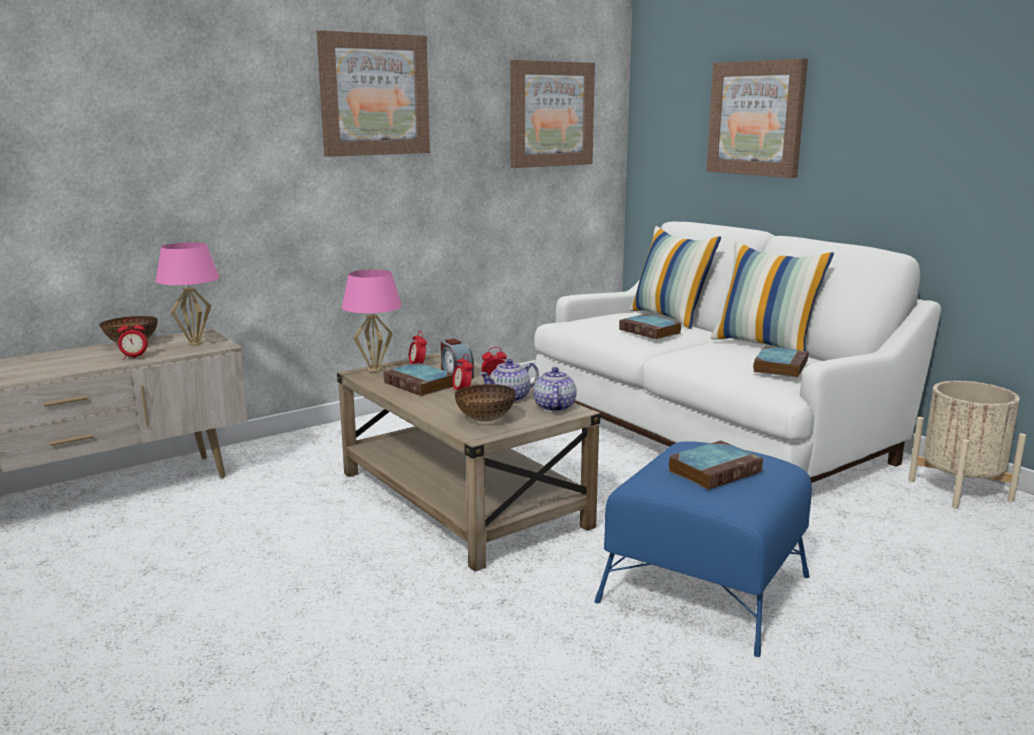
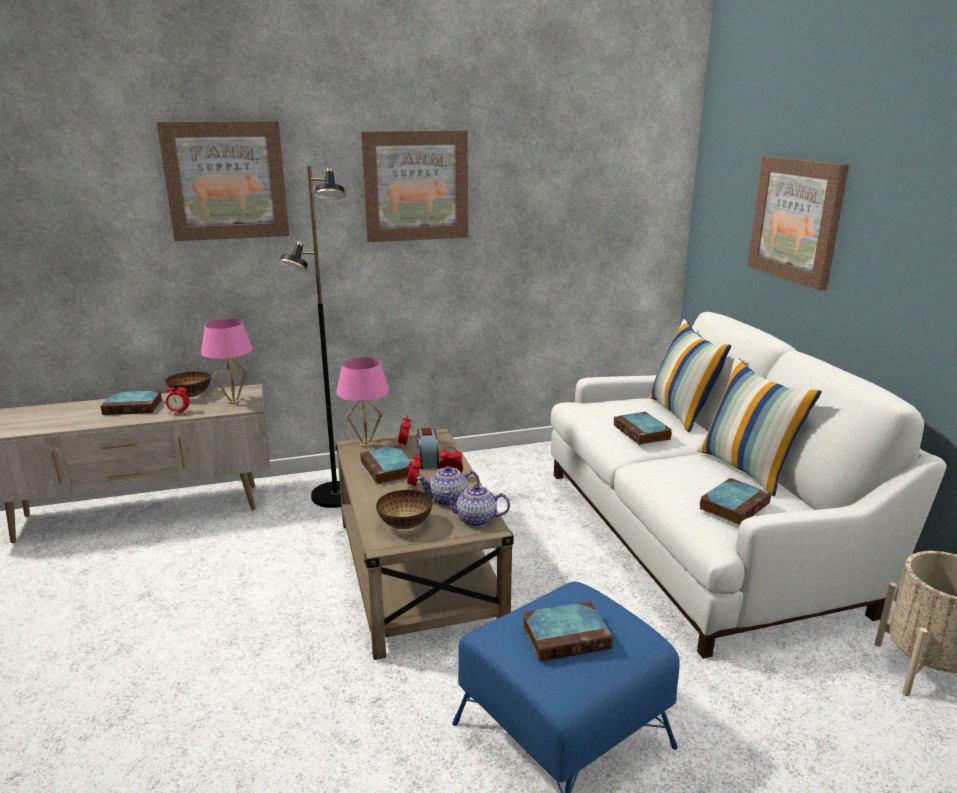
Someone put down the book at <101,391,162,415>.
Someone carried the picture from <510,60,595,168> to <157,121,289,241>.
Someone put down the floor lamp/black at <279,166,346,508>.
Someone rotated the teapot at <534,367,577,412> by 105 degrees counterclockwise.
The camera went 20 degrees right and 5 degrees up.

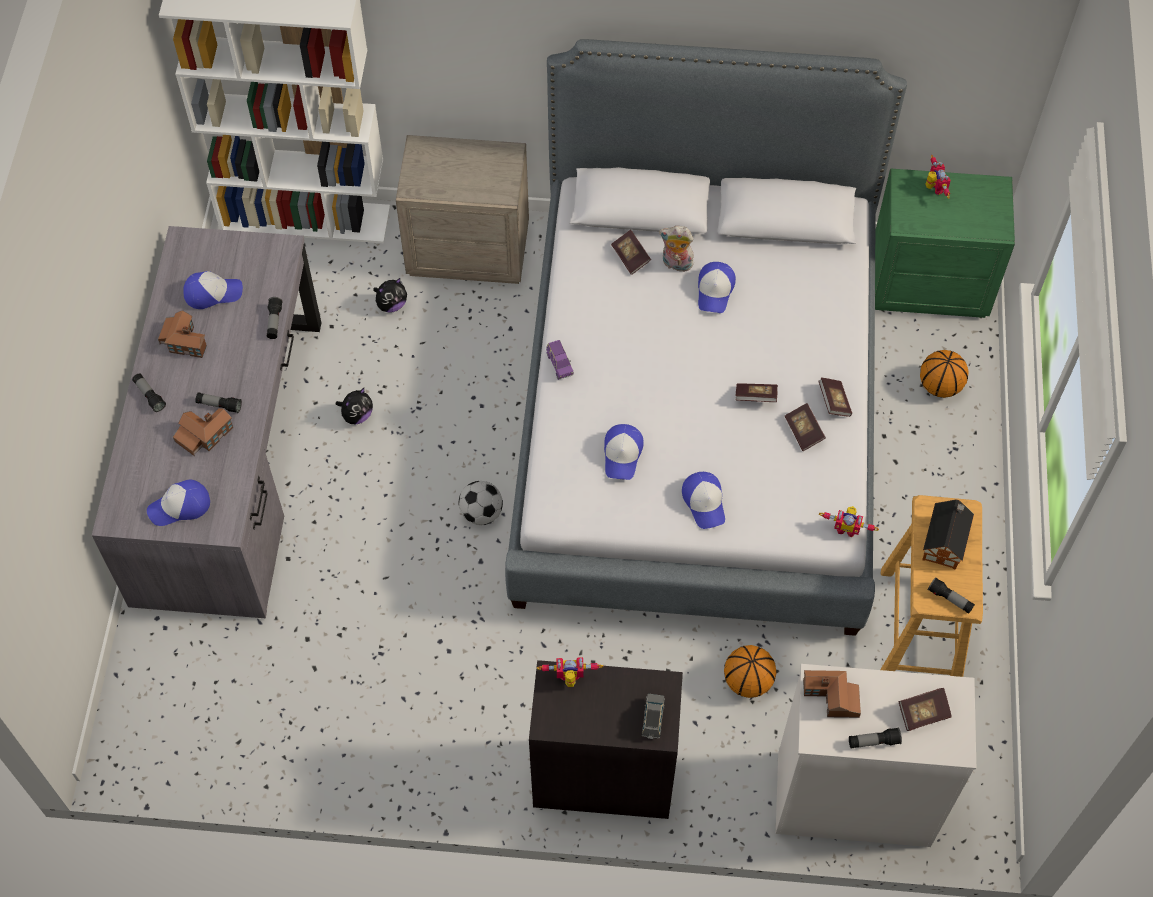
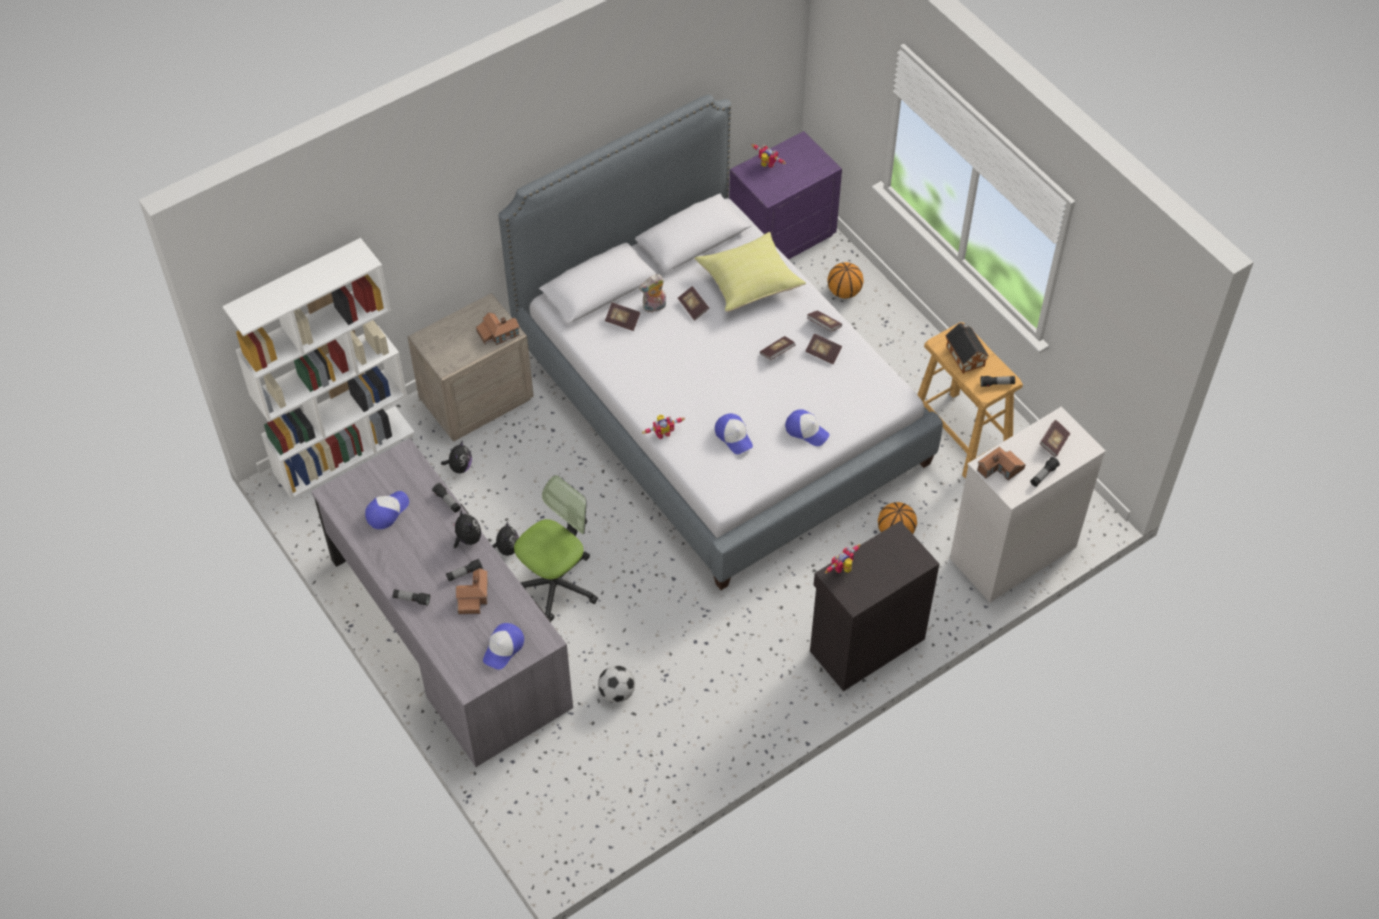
Someone put down the plush toy at <452,510,481,548>.
Someone carried the toy house from <158,310,207,358> to <476,312,520,345>.
Someone put down the office chair at <514,475,598,621>.
Someone carried the football from <459,481,503,525> to <598,665,635,703>.
Someone carried the toy robot from <819,506,879,537> to <642,415,685,439>.
Someone swapped the cap at <698,262,736,313> for the book at <678,286,709,321>.
Someone put down the pillow/yellow at <695,232,806,312>.
Someone repainted the nightstand/green at <875,168,1015,318>, which became the nightstand/purple at <729,131,842,260>.
Someone took away the toy car/purple at <546,340,574,380>.
Someone took away the toy car/grey at <642,694,665,739>.
The camera went 40 degrees left and 5 degrees down.

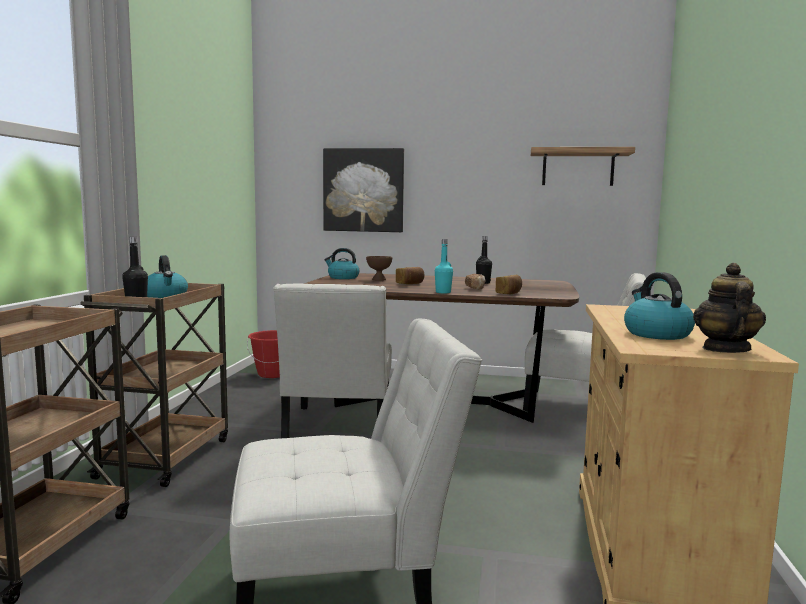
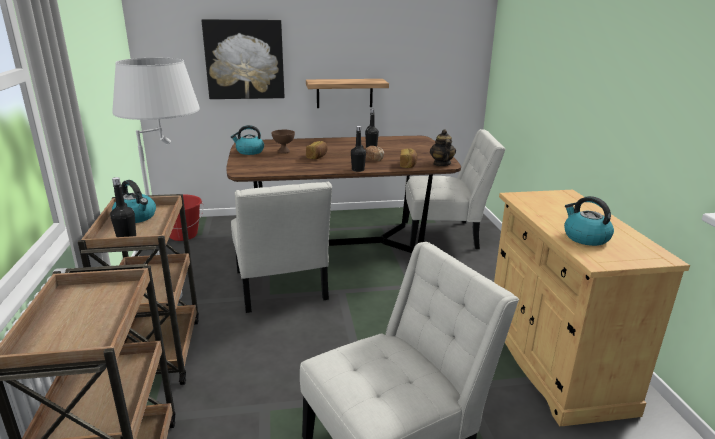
Someone put down the floor lamp/white at <112,58,200,299>.
Someone carried the shelf from <531,147,635,186> to <306,79,389,108>.
Someone repainted the bottle/turquoise at <435,239,453,293>, which became the bottle/black at <351,126,366,172>.
Someone carried the teapot from <693,263,766,353> to <430,129,456,166>.
The camera went 20 degrees left and 15 degrees up.

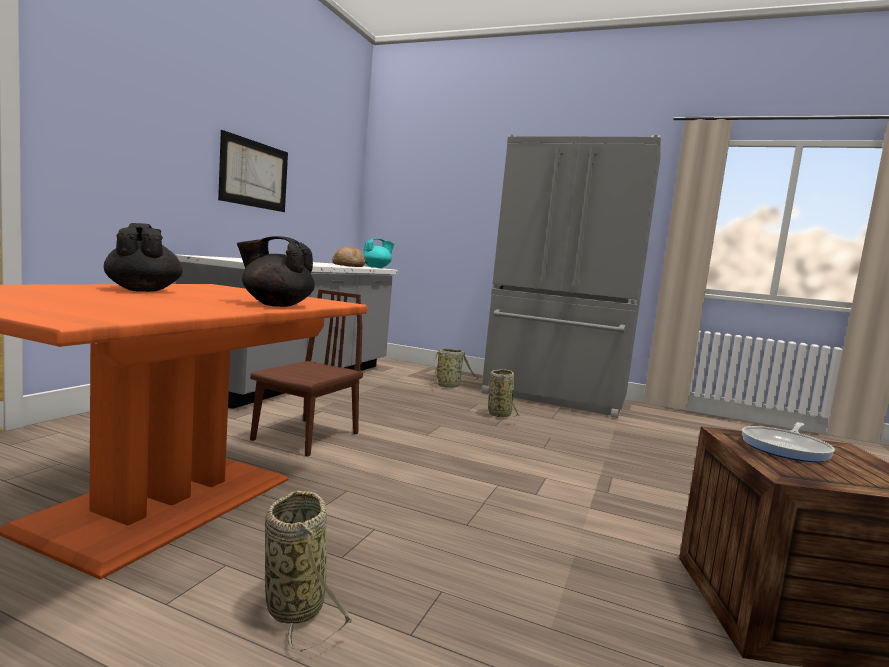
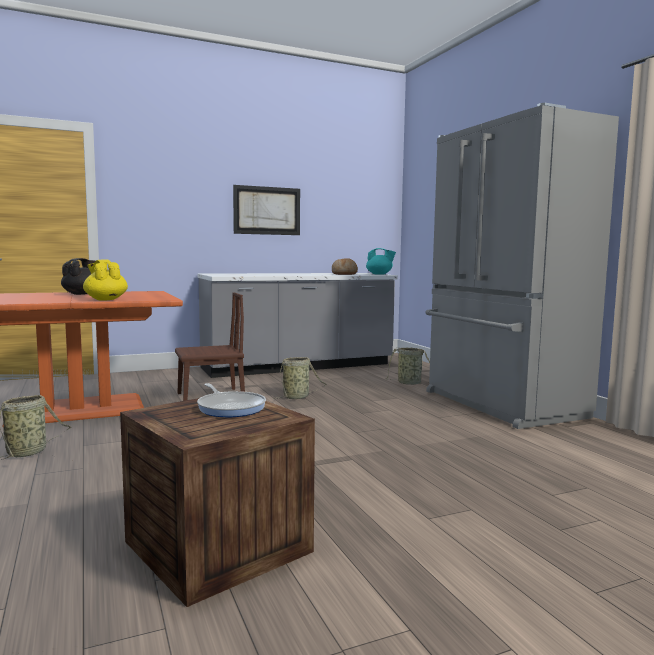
Someone repainted the teapot/black at <237,236,315,307>, which became the teapot/yellow at <83,260,128,301>.
Someone rotated the frying pan at <742,422,835,462> by 120 degrees counterclockwise.
Someone carried the basket from <488,369,520,420> to <273,357,327,399>.
The camera went 45 degrees right and 0 degrees up.

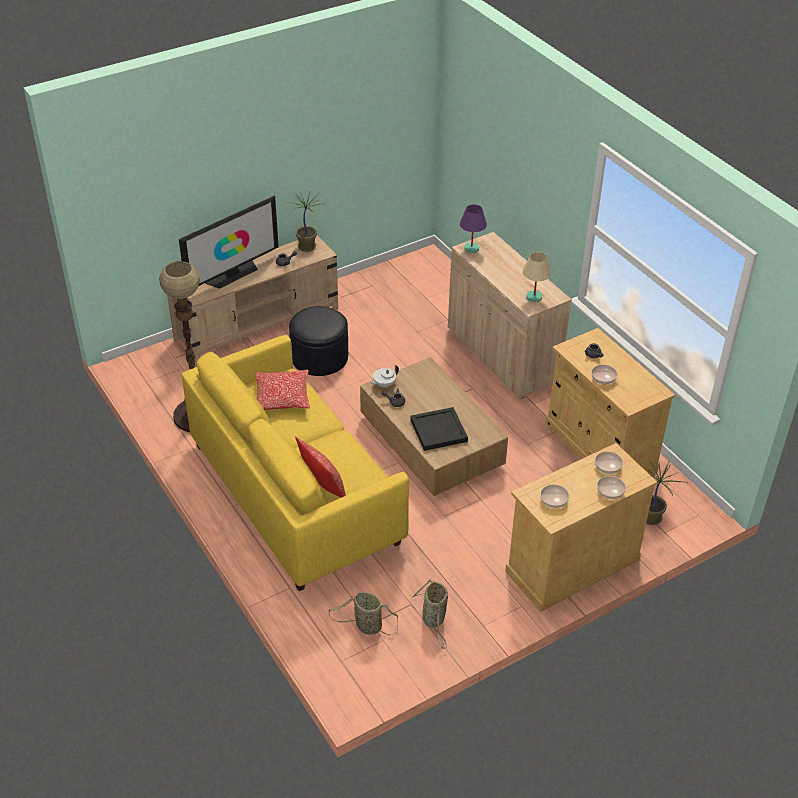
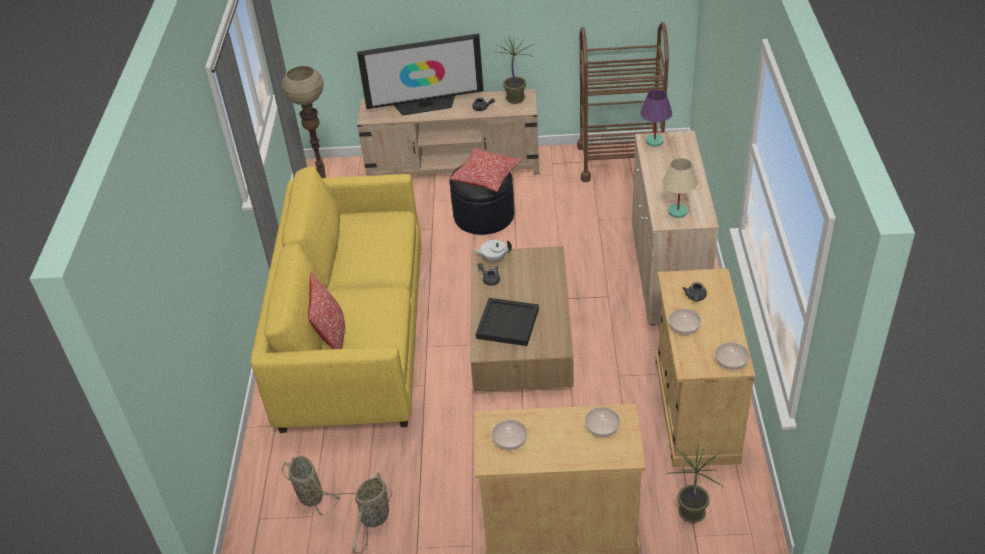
Someone carried the pillow from <255,370,310,410> to <449,148,522,192>.
Someone put down the cart/brown at <577,22,669,182>.
Someone carried the bowl from <597,476,626,499> to <715,342,749,370>.
The camera went 35 degrees right and 0 degrees up.

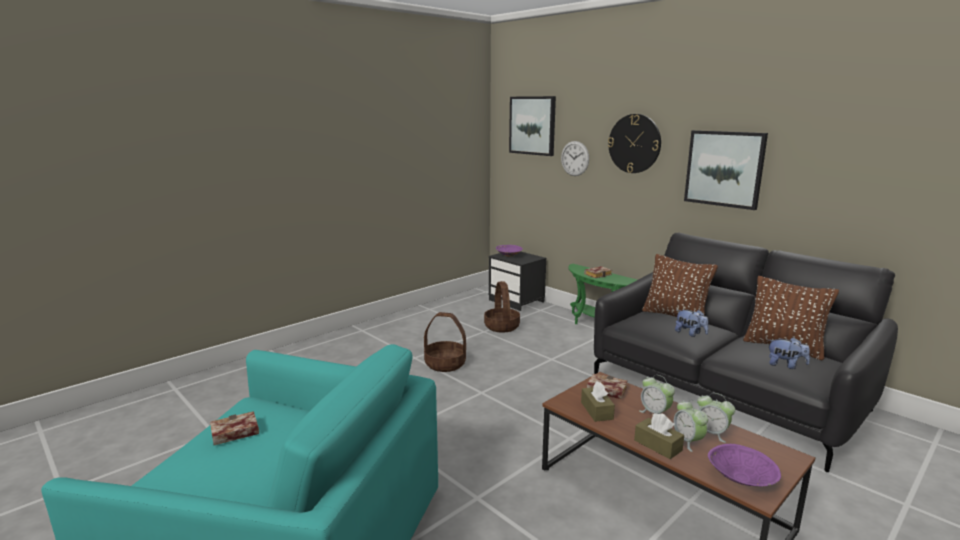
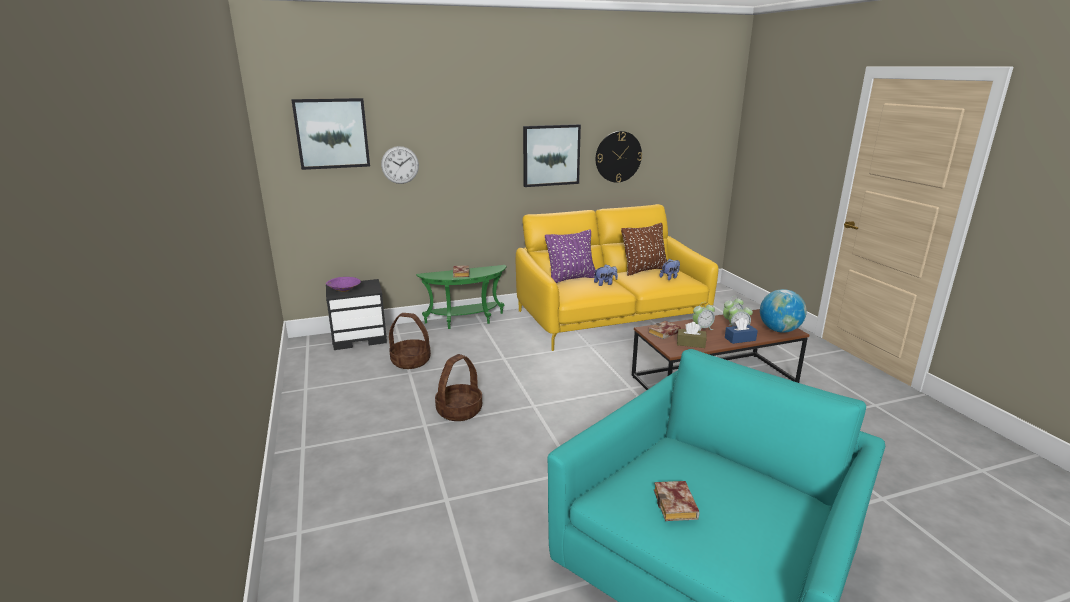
Someone repainted the sofa/black at <594,233,898,472>, which became the sofa/yellow at <516,204,718,351>.
Someone repainted the pillow/brown at <642,254,718,327>, which became the pillow/purple at <545,229,596,283>.
Someone carried the wall clock from <608,114,661,173> to <596,131,642,182>.
Someone repainted the tissue box/brown at <634,413,684,459>, which became the tissue box/blue at <725,318,758,344>.
Someone swapped the bowl/purple at <708,444,781,487> for the globe at <760,289,807,333>.
The camera went 65 degrees left and 5 degrees up.

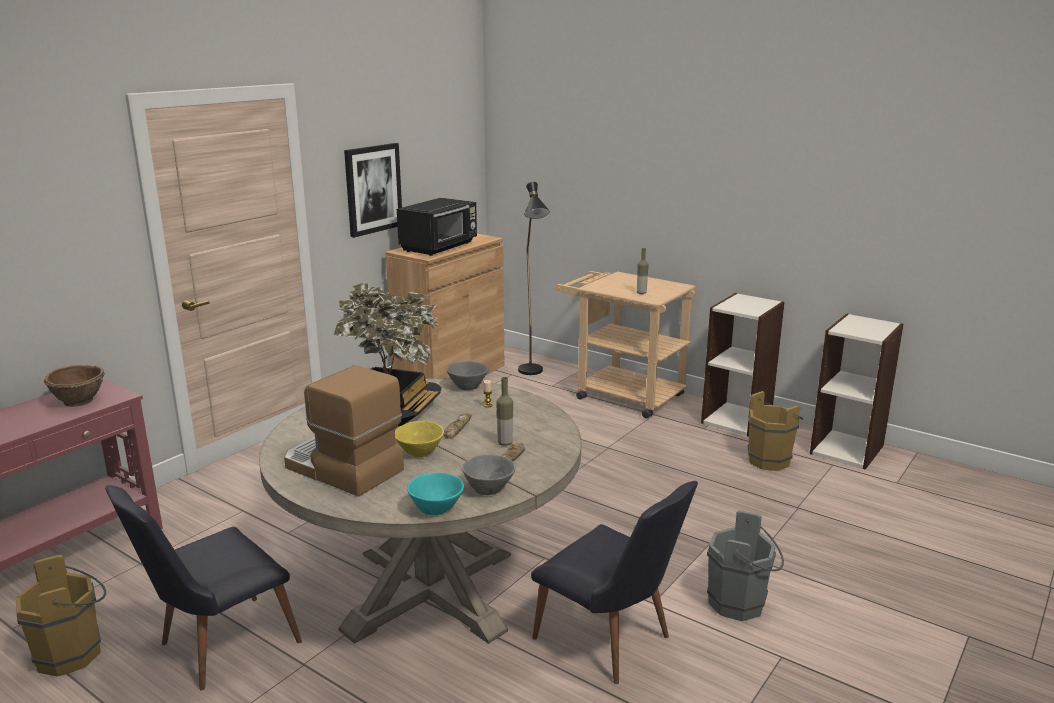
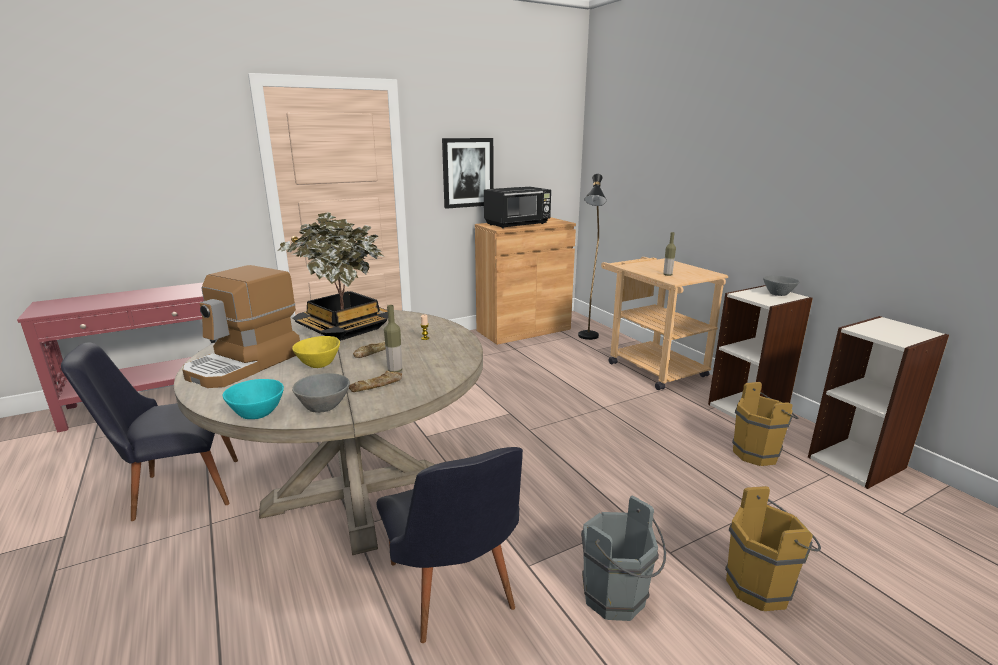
Someone rotated the coffee machine at <284,365,404,497> by 120 degrees counterclockwise.
Someone carried the bucket/brown from <16,555,106,676> to <725,486,821,611>.
Someone carried the bowl/grey from <447,361,489,390> to <763,276,800,296>.
Someone took away the bowl/brown at <44,365,105,407>.
The camera went 25 degrees right and 0 degrees up.

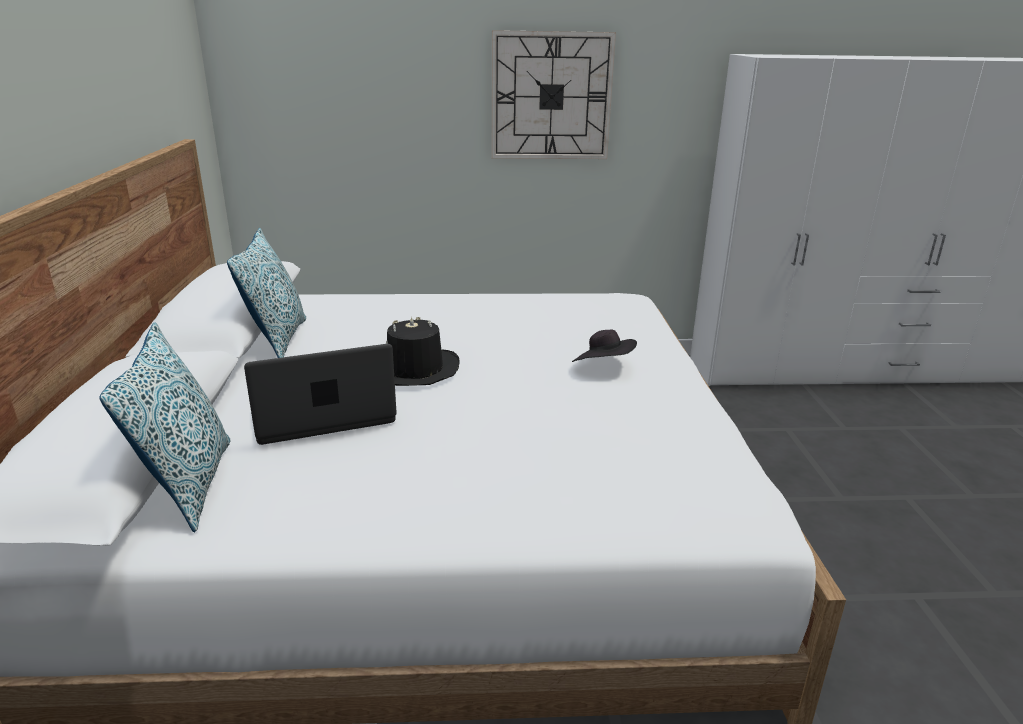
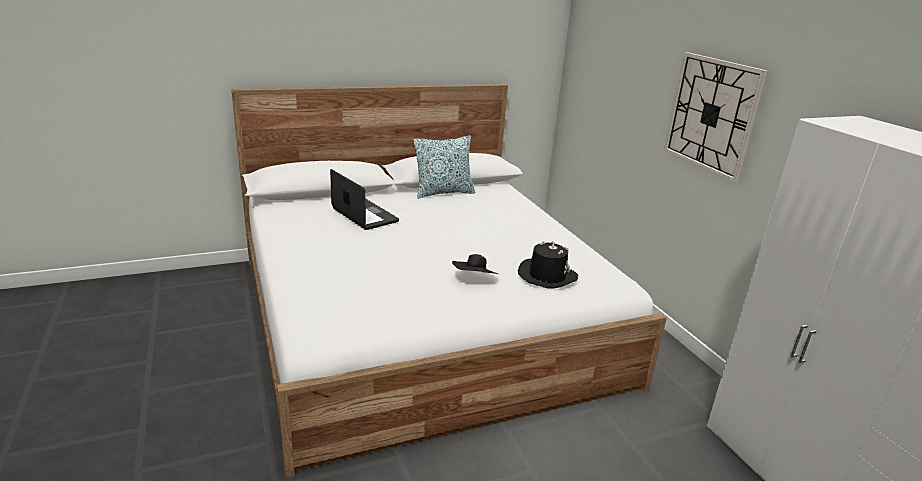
Someone carried the hat/black from <386,317,460,386> to <518,241,578,288>.
Someone took away the pillow at <99,322,230,532>.
The camera went 70 degrees right and 0 degrees up.

